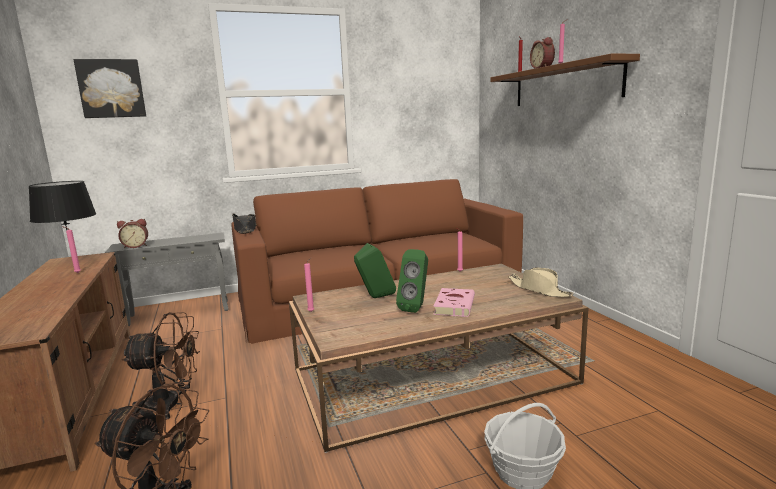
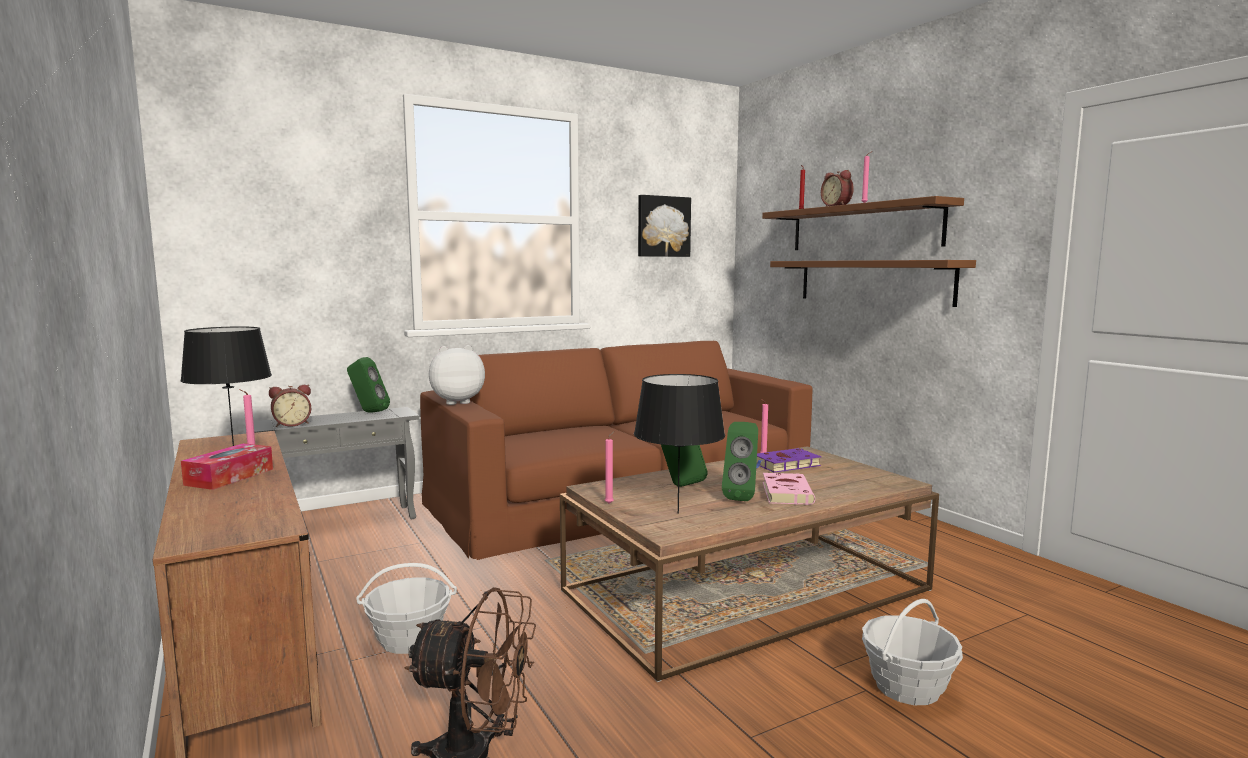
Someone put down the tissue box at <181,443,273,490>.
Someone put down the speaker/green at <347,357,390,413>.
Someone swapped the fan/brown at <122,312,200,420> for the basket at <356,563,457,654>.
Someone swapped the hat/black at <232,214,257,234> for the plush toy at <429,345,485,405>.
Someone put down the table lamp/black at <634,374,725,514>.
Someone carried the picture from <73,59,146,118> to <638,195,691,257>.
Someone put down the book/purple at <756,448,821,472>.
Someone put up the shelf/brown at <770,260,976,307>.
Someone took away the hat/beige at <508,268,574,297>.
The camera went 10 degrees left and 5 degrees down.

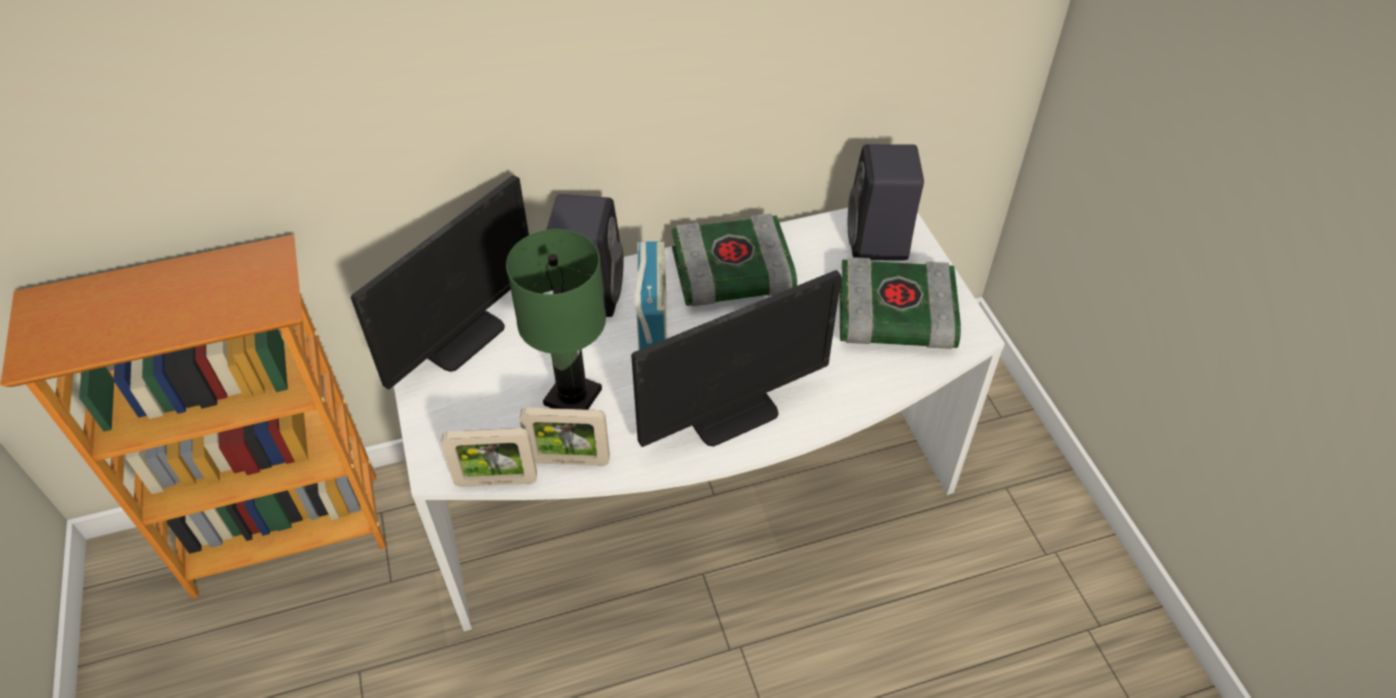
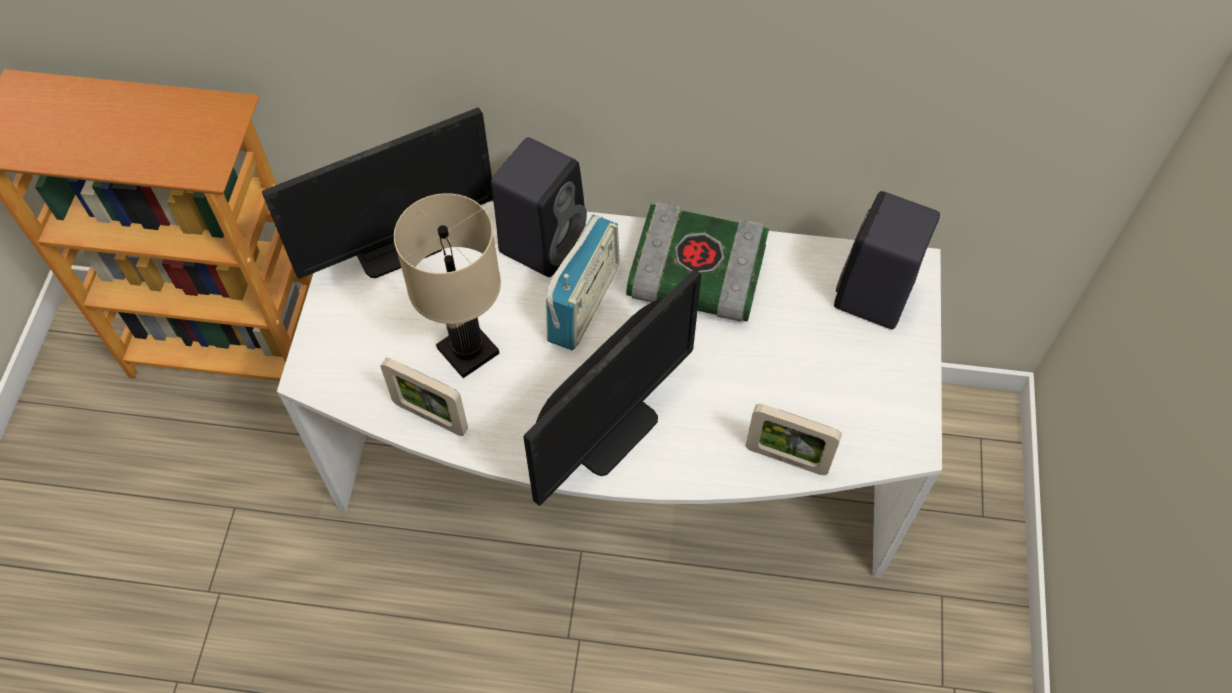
Someone repainted the table lamp/green at <506,229,606,410>, which became the table lamp/beige at <394,193,501,378>.
Someone rotated the monitor at <631,270,842,447> by 45 degrees counterclockwise.
Someone carried the picture frame from <441,428,537,487> to <746,404,842,475>.
Someone took away the book at <839,257,961,349>.
The camera went 25 degrees right and 10 degrees up.

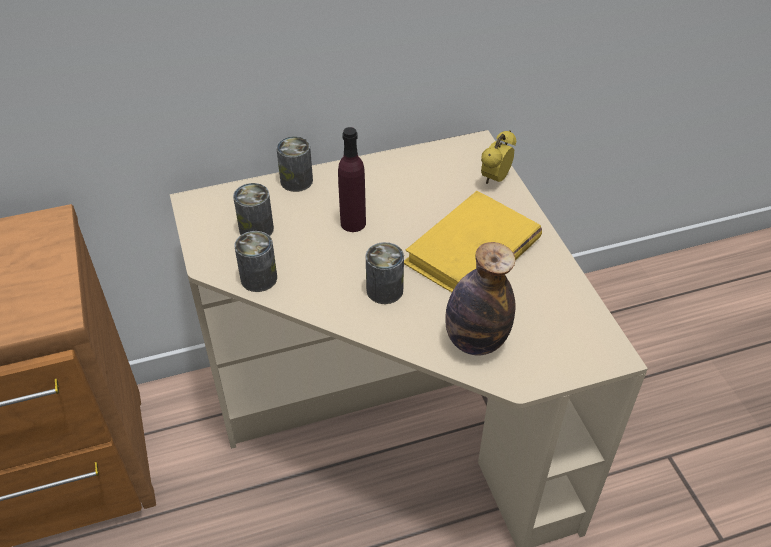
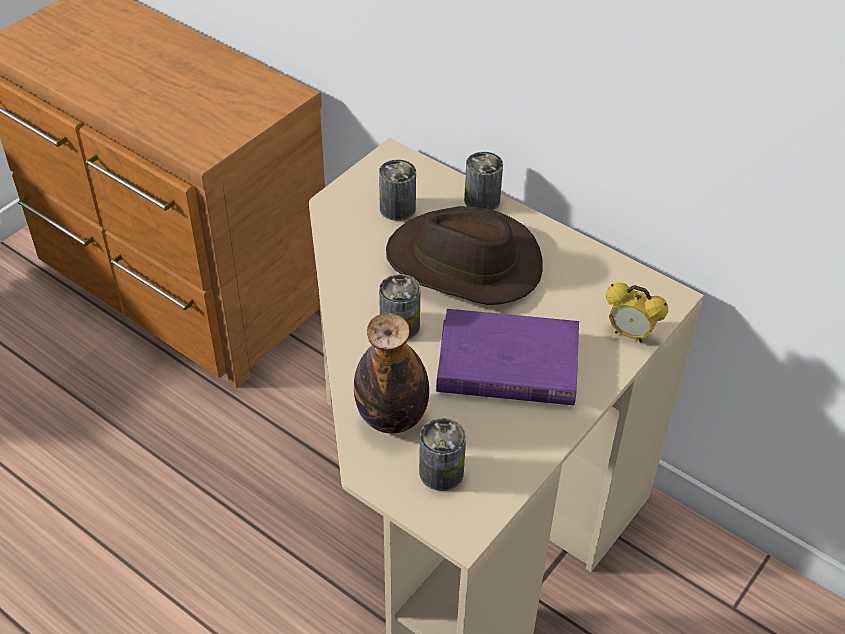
Someone swapped the bottle/purple at <338,127,366,232> for the hat/brown at <386,206,543,305>.
Someone carried the can from <234,231,277,292> to <419,418,466,491>.
Someone repainted the book/yellow at <404,191,542,292>, which became the book/purple at <436,309,579,406>.
Someone rotated the alarm clock at <481,130,516,184> by 150 degrees counterclockwise.
The camera went 55 degrees right and 0 degrees up.

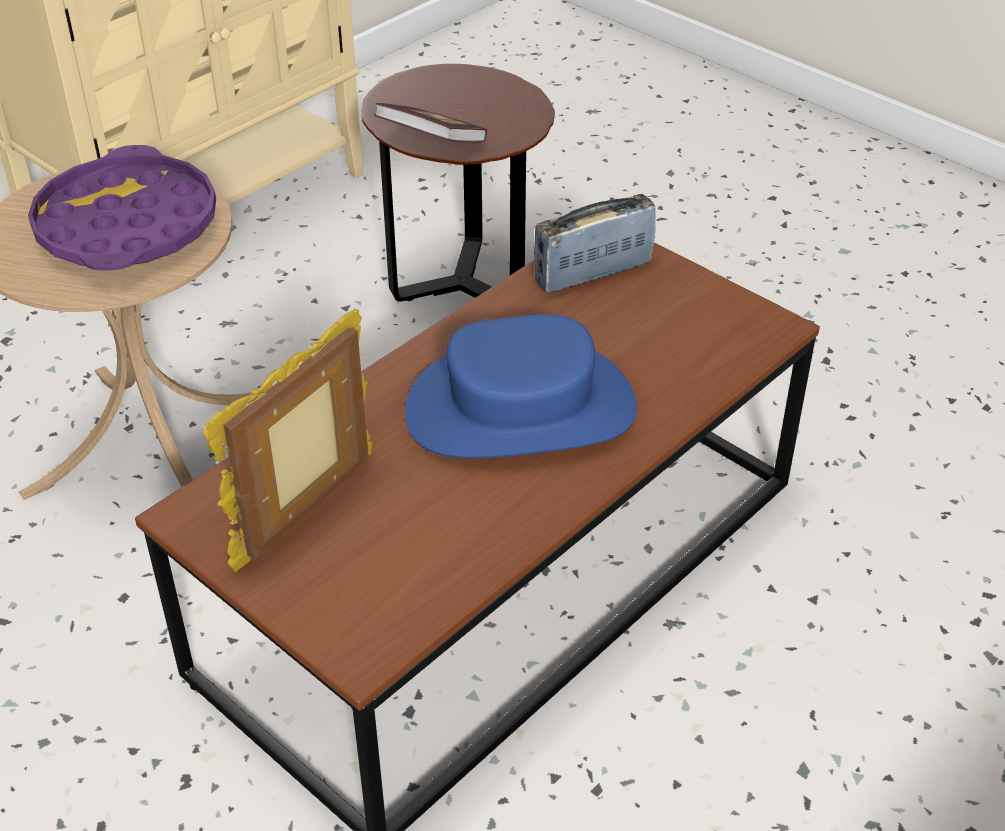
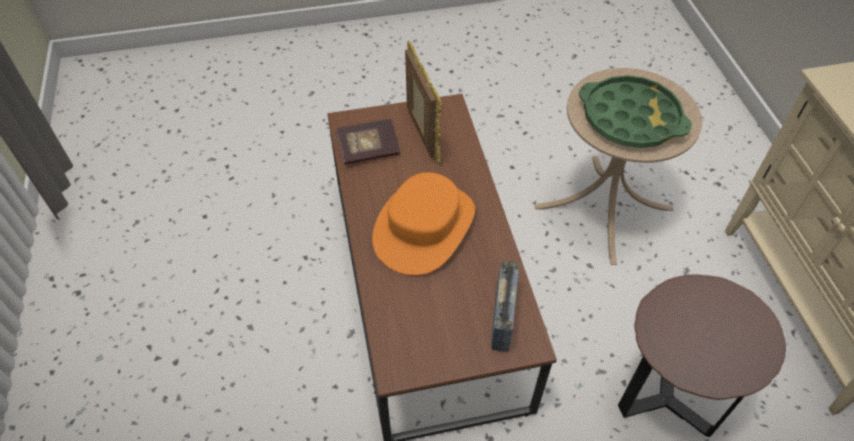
Someone carried the book from <374,103,487,143> to <336,118,400,165>.
Someone repainted the hat/blue at <405,314,637,458>, which became the hat/orange at <372,172,475,275>.
Someone repainted the tray/purple at <28,145,216,271>, which became the tray/green at <579,75,692,148>.
The camera went 125 degrees right and 10 degrees up.

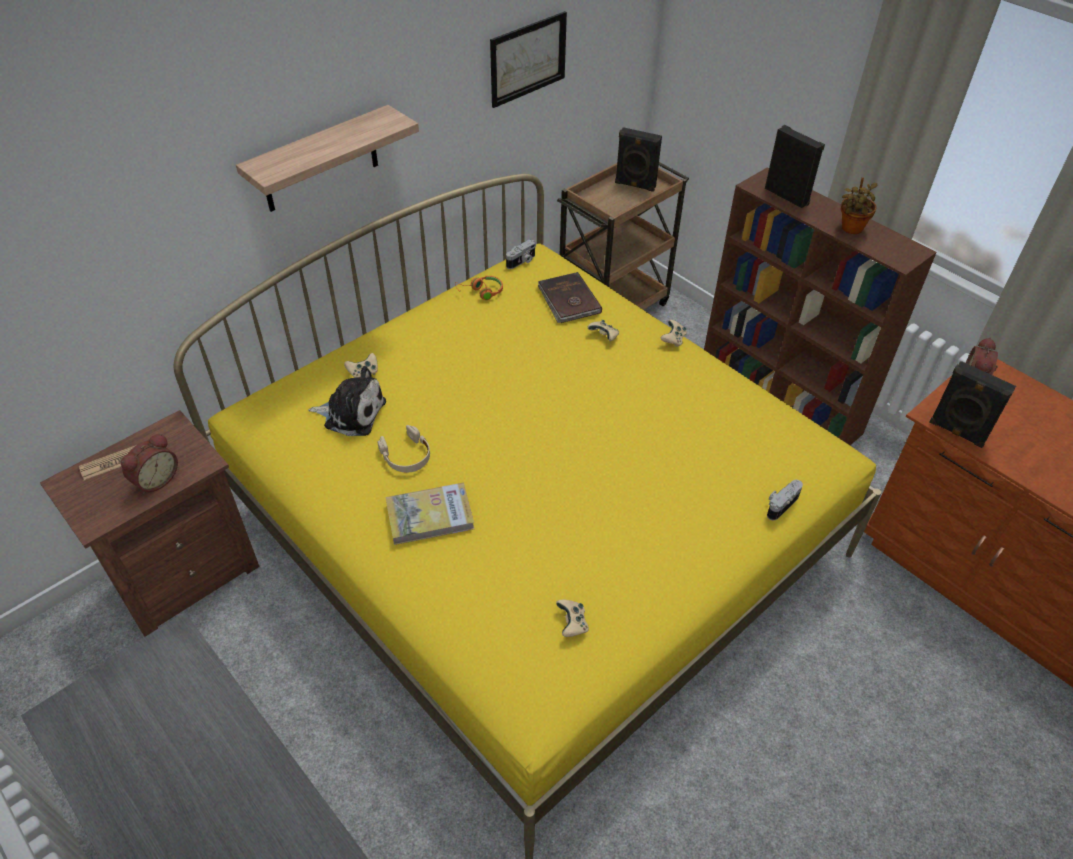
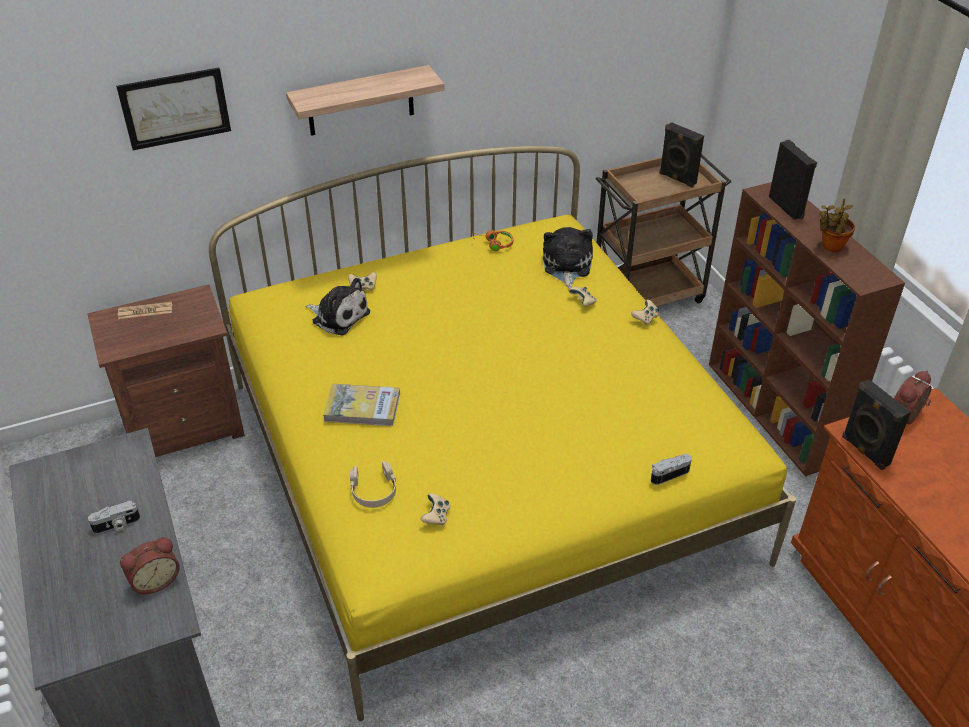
Someone carried the photo camera from <506,240,536,269> to <88,501,140,534>.
Someone carried the picture from <490,11,567,108> to <116,67,231,150>.
Someone carried the alarm clock from <121,433,178,495> to <120,537,180,594>.
Someone carried the headphones/beige from <377,425,430,473> to <350,461,396,508>.
Someone swapped the book/brown at <538,272,602,323> for the plush toy at <543,227,593,288>.
The camera went 20 degrees right and 5 degrees down.

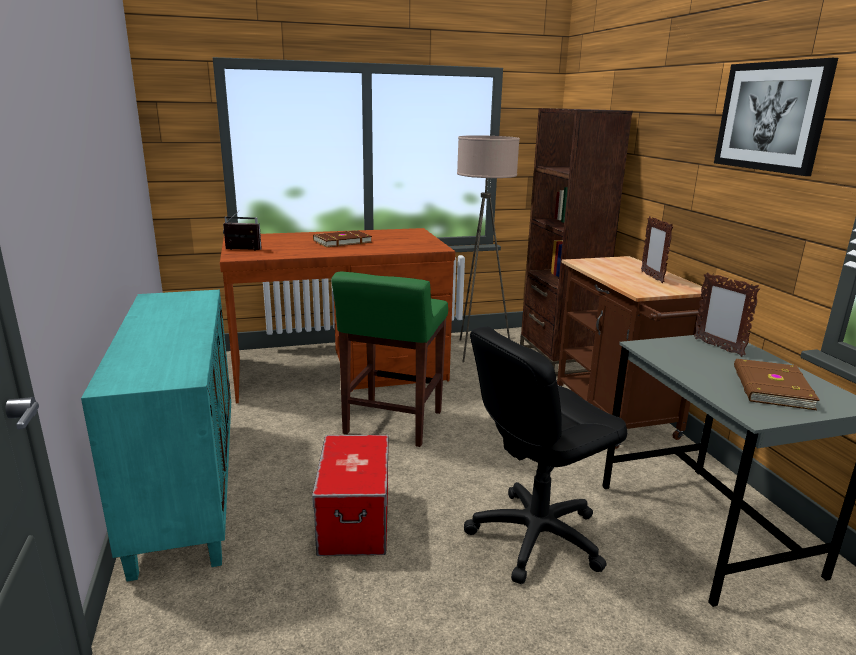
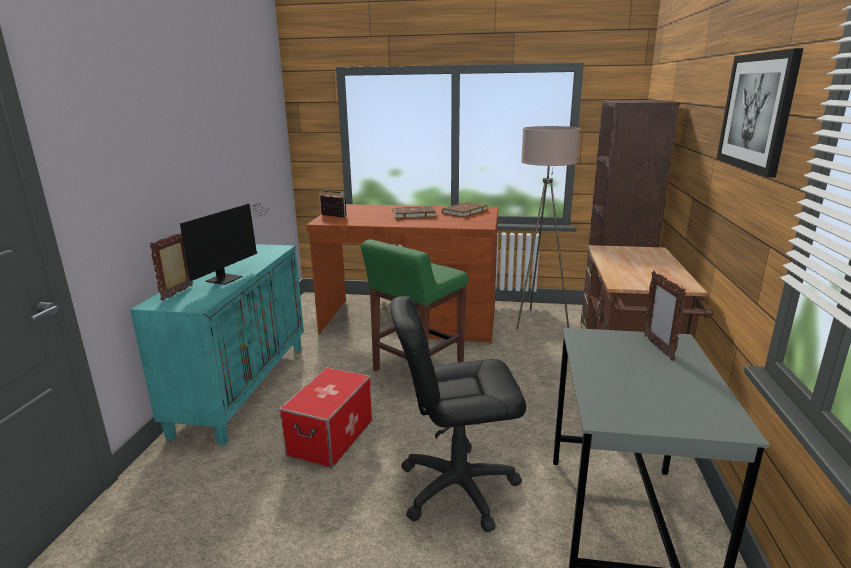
Someone carried the picture frame from <641,216,673,283> to <149,233,193,301>.
Someone put down the monitor at <180,203,270,285>.
Someone carried the book/brown from <734,359,820,410> to <442,202,488,217>.
The camera went 25 degrees right and 0 degrees up.

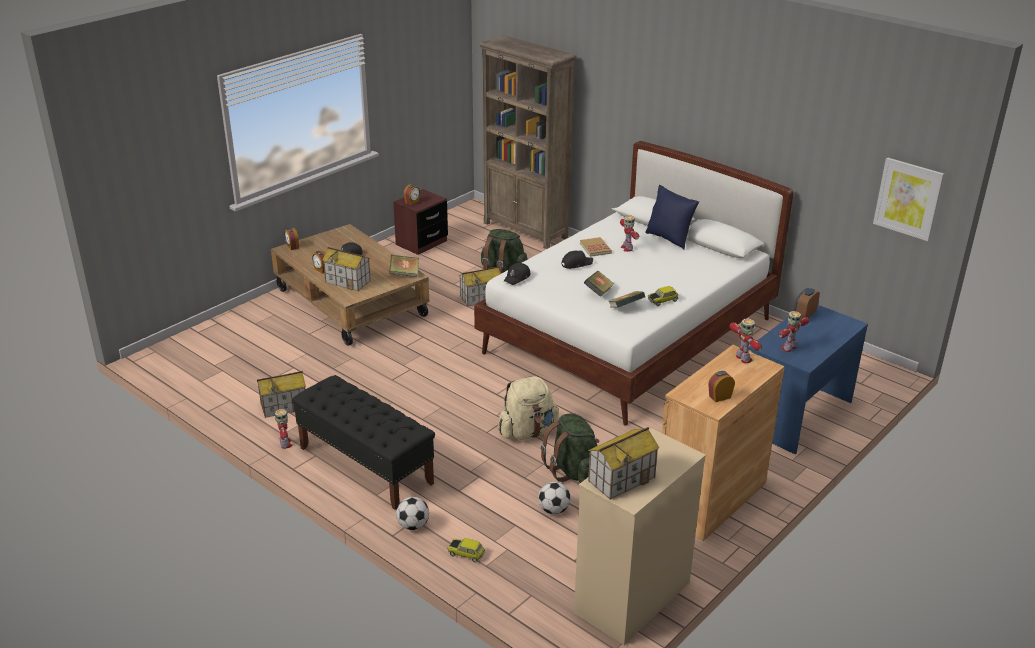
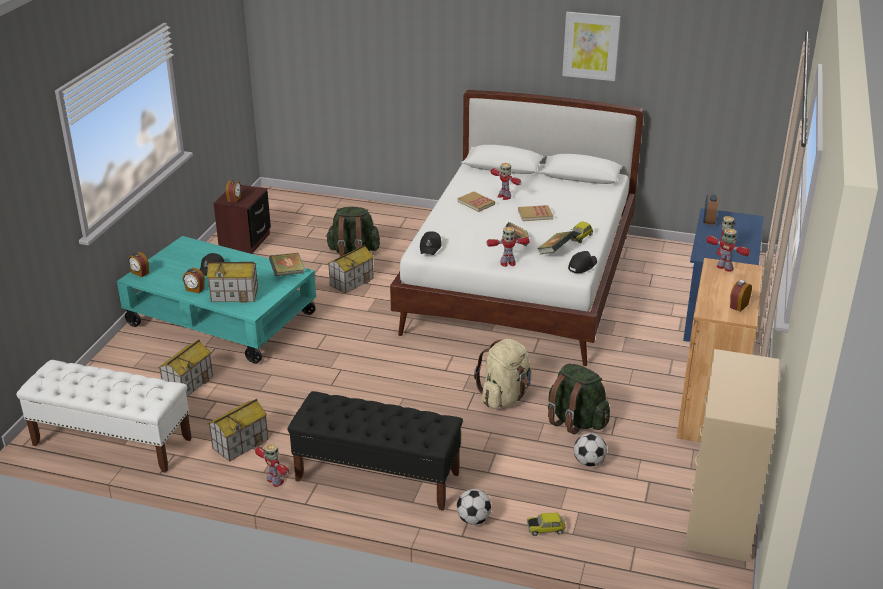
Someone put down the bench/white at <16,360,192,473>.
Someone repainted the coffee table/brown at <271,224,430,346>, which became the coffee table/turquoise at <117,236,316,364>.
Someone carried the toy house from <588,427,659,500> to <158,340,213,397>.
Someone put down the toy robot at <487,226,530,267>.
Someone put down the book at <518,205,553,221>.
Someone carried the picture from <873,157,944,241> to <562,12,621,81>.
Someone carried the cap/black from <562,251,593,269> to <568,251,597,273>.
Someone took away the bookcase/brown at <479,35,577,249>.
Someone took away the pillow/blue at <645,185,699,250>.
The camera went 25 degrees left and 0 degrees up.

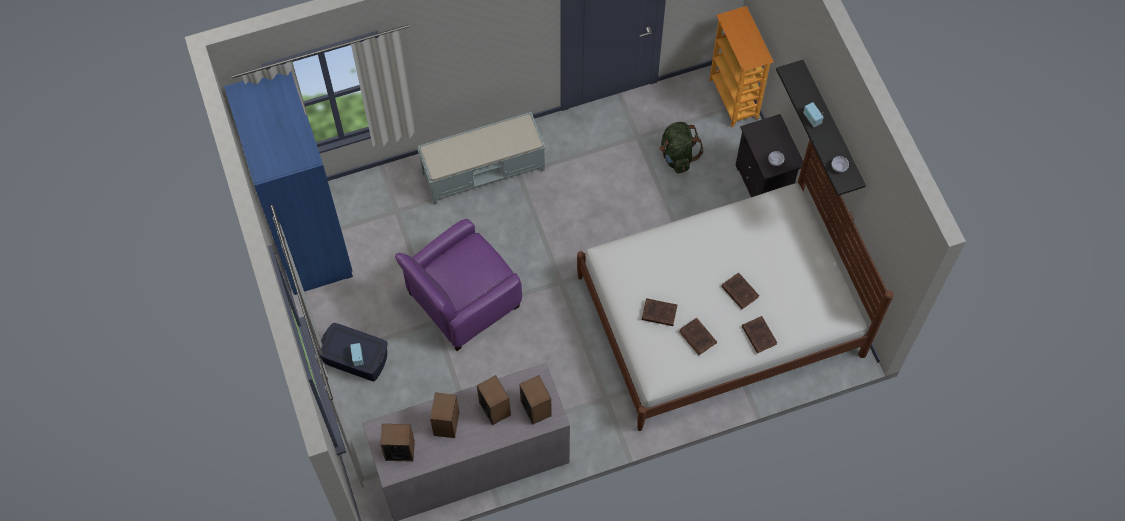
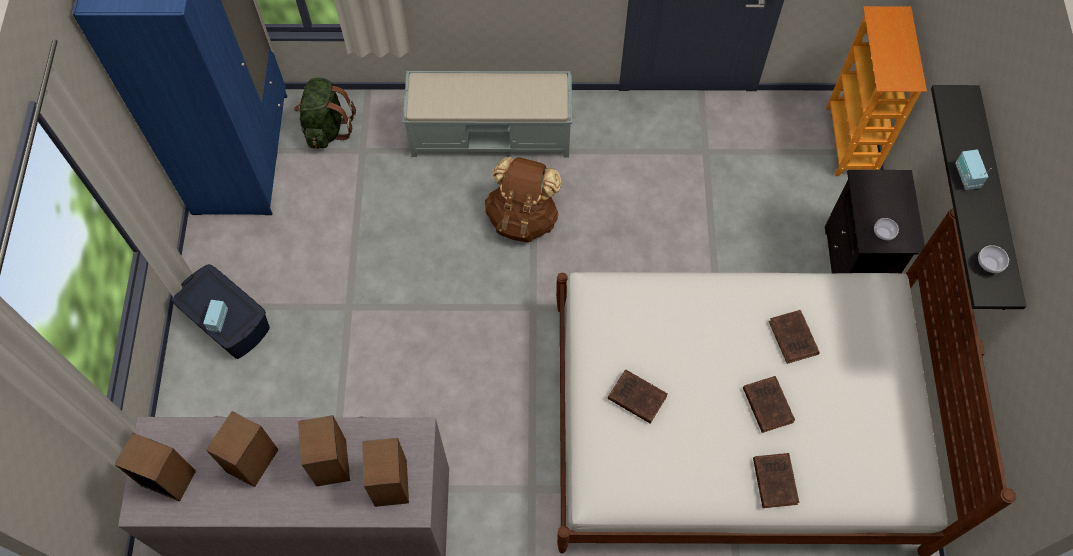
Someone carried the backpack/green from <659,122,704,173> to <294,78,356,149>.
Someone put down the backpack/brown at <485,157,561,242>.
Someone carried the book/brown from <679,318,717,355> to <769,310,820,364>.
Someone took away the armchair/purple at <395,219,522,351>.
The camera went 20 degrees right and 0 degrees up.

